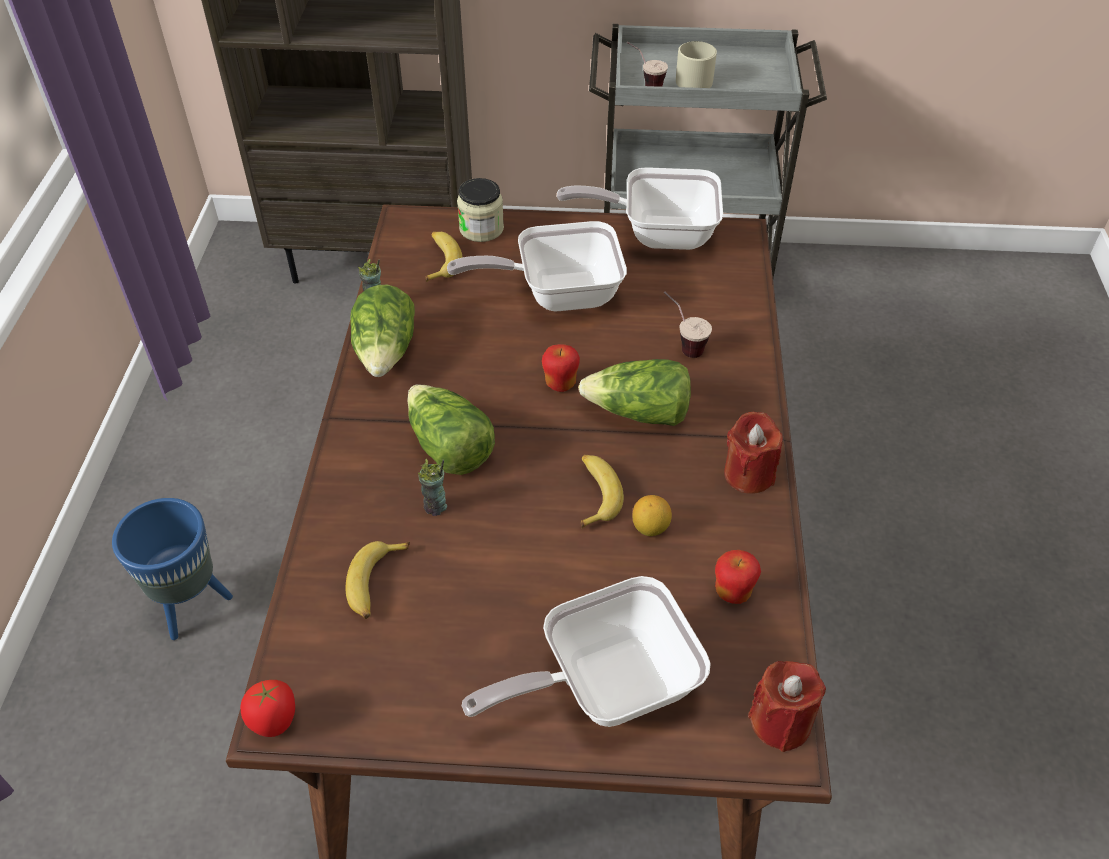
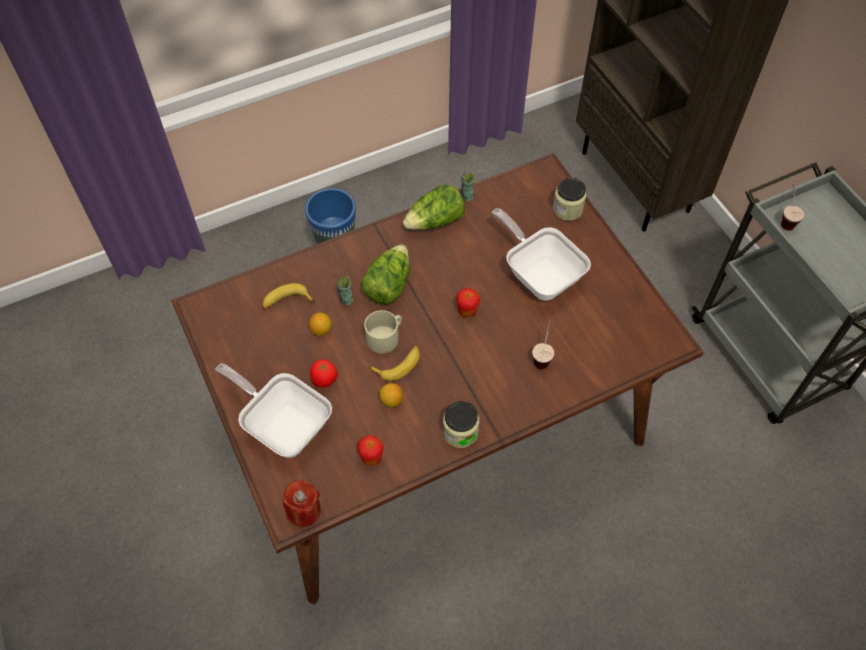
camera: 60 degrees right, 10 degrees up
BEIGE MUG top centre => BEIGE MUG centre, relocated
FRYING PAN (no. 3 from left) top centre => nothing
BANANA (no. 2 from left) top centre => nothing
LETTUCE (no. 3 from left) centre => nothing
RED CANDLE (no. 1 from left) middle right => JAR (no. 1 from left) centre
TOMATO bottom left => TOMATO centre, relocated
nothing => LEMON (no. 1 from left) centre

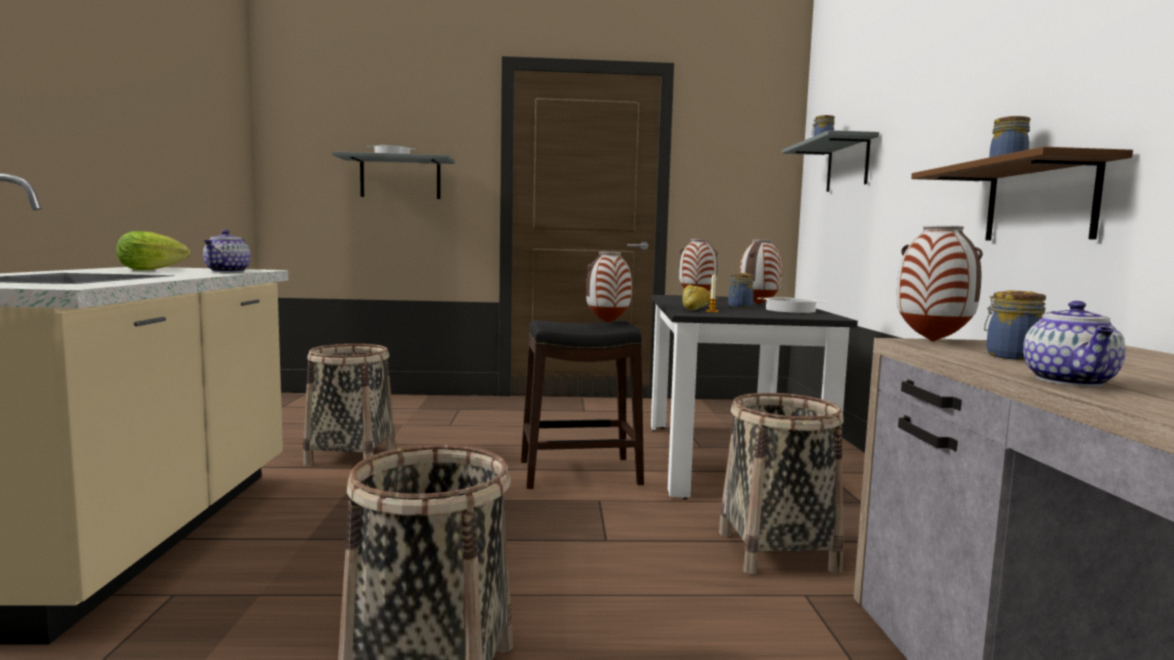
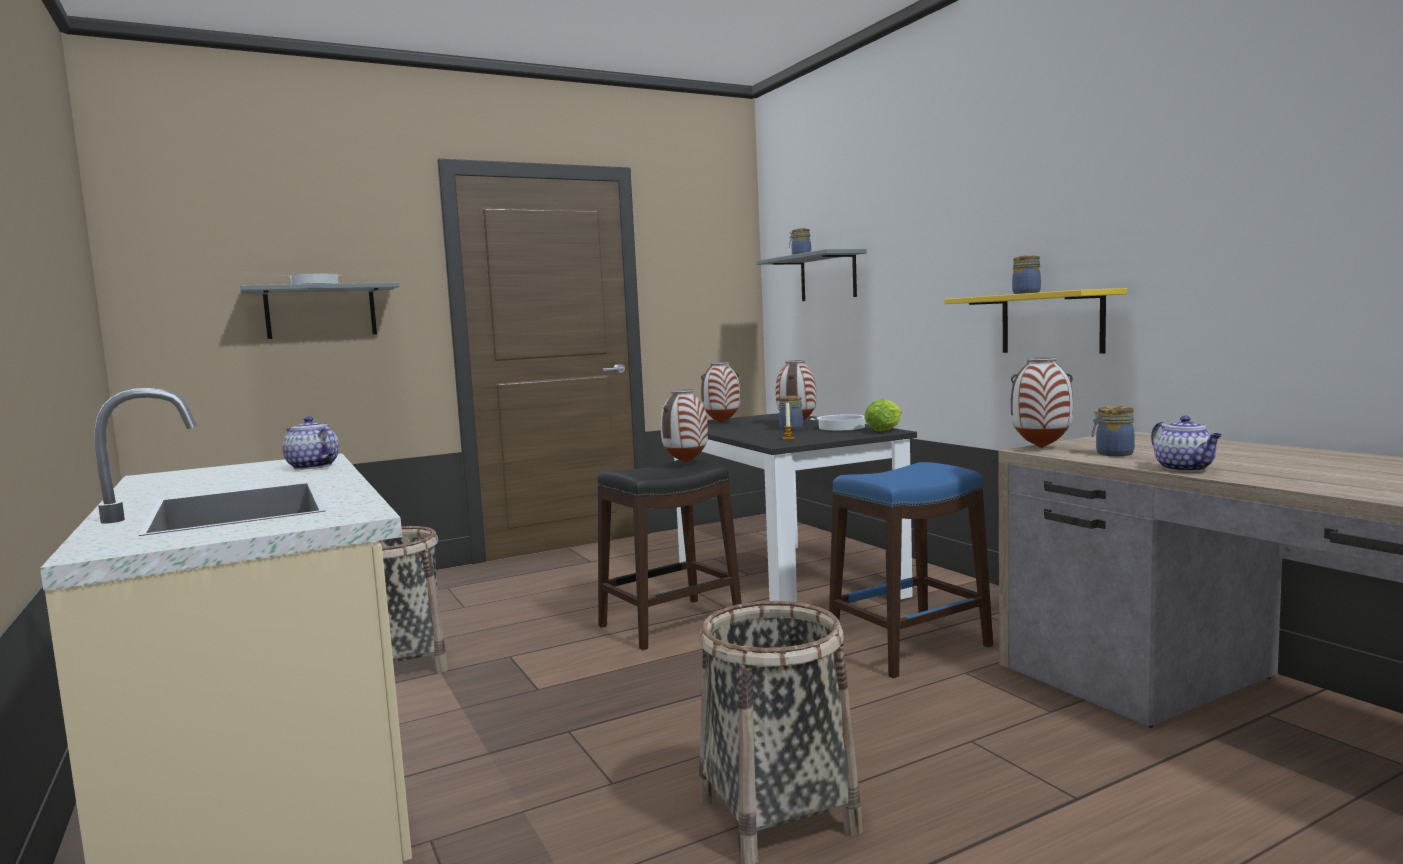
camera: 25 degrees left, 0 degrees up
BROWN SHELF top right => YELLOW SHELF middle right
TEAPOT (no. 1 from left) middle left, 150 degrees clockwise
LETTUCE middle left => LETTUCE centre, relocated
BREAD centre => nothing
BASKET (no. 3 from left) bottom centre => BLUE STOOL centre

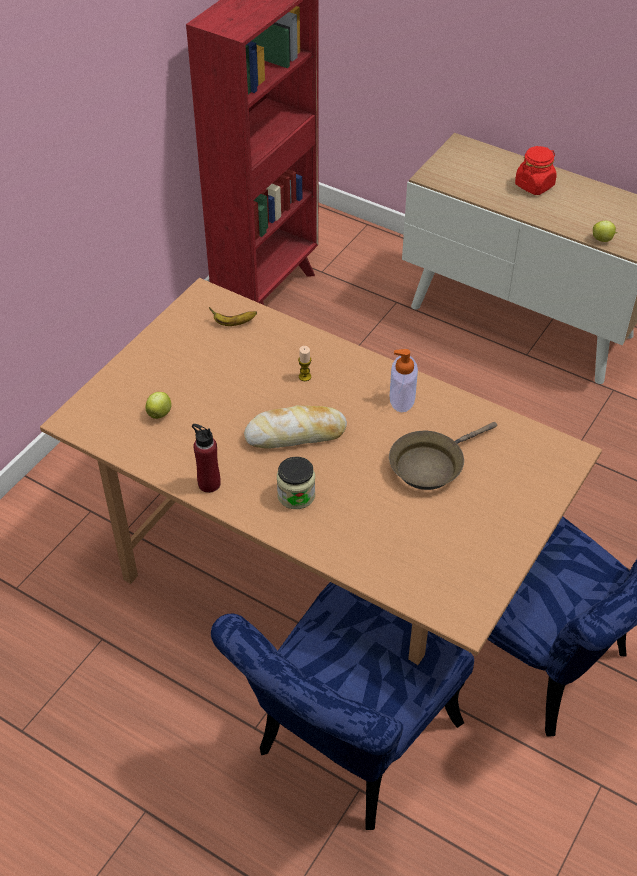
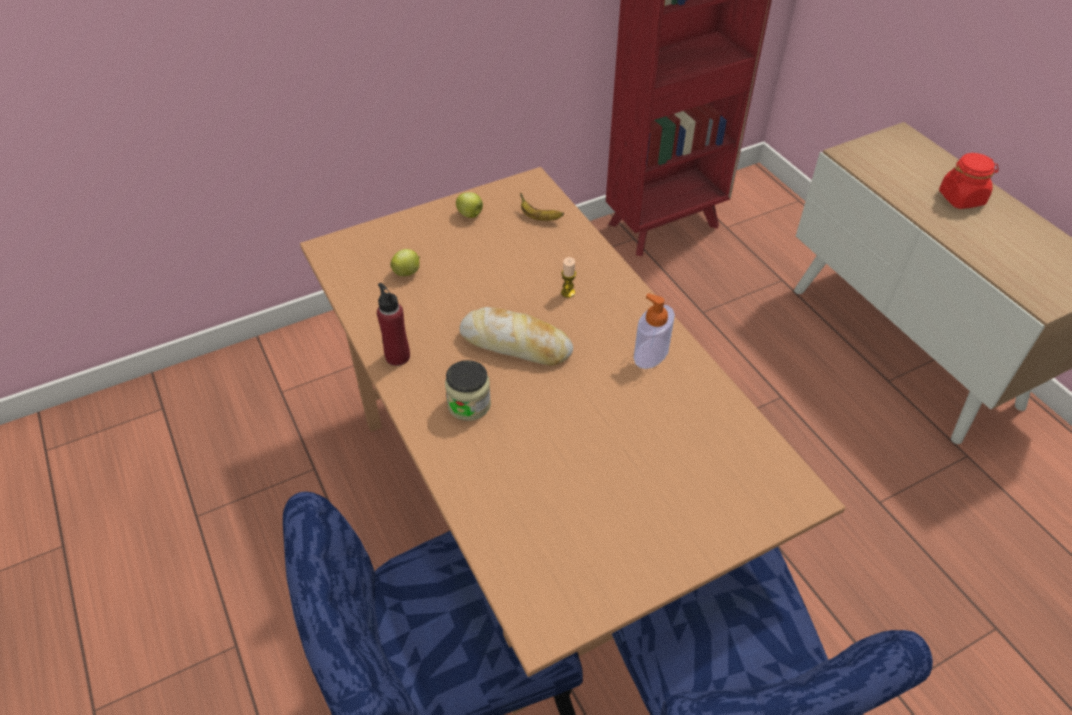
camera: 30 degrees right, 0 degrees up
APPLE (no. 2 from left) top right => APPLE (no. 2 from left) top centre, relocated
BROWN FRYING PAN middle right => nothing

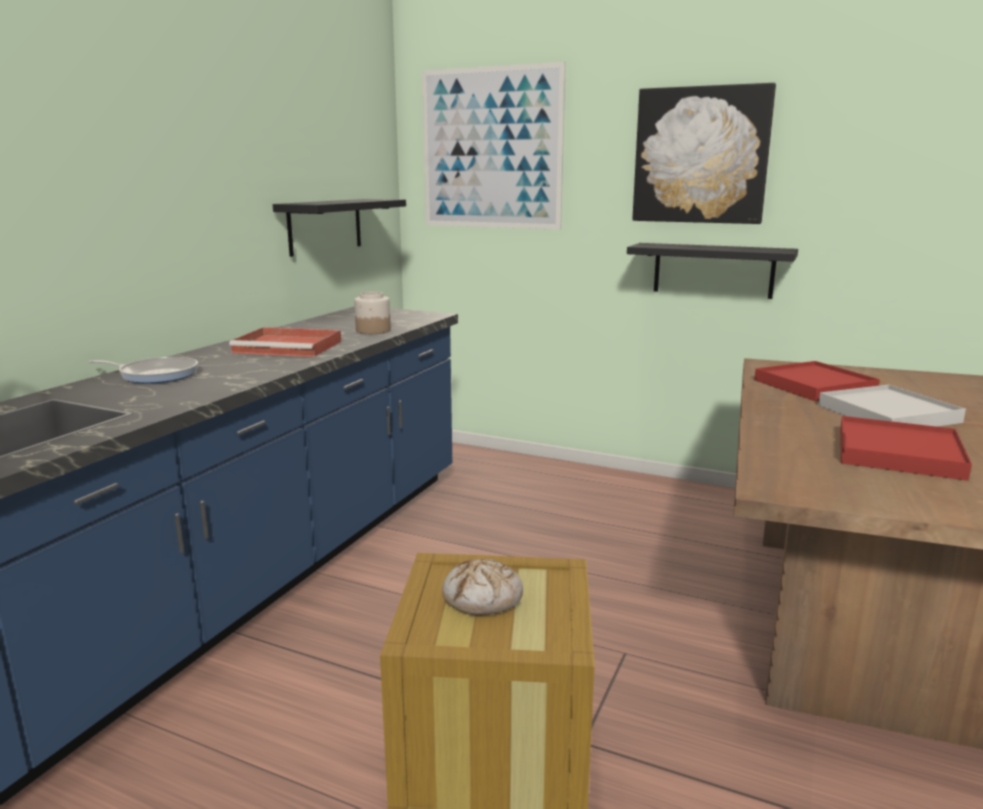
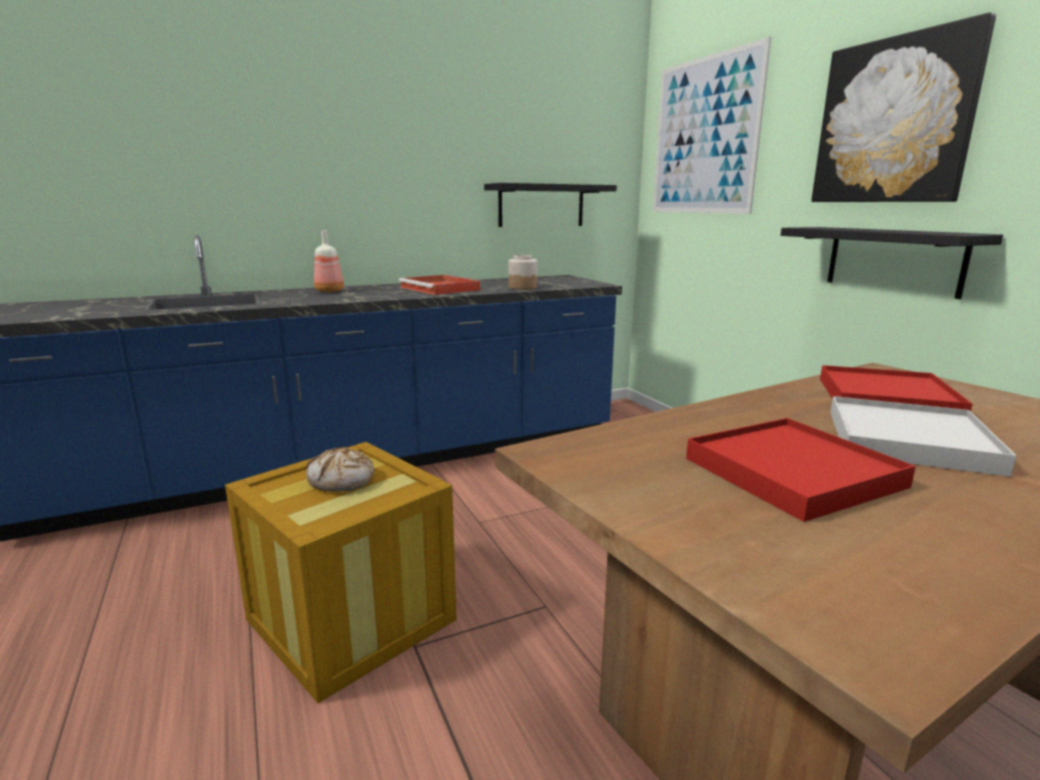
camera: 40 degrees right, 0 degrees up
FRYING PAN middle left => BOTTLE middle left

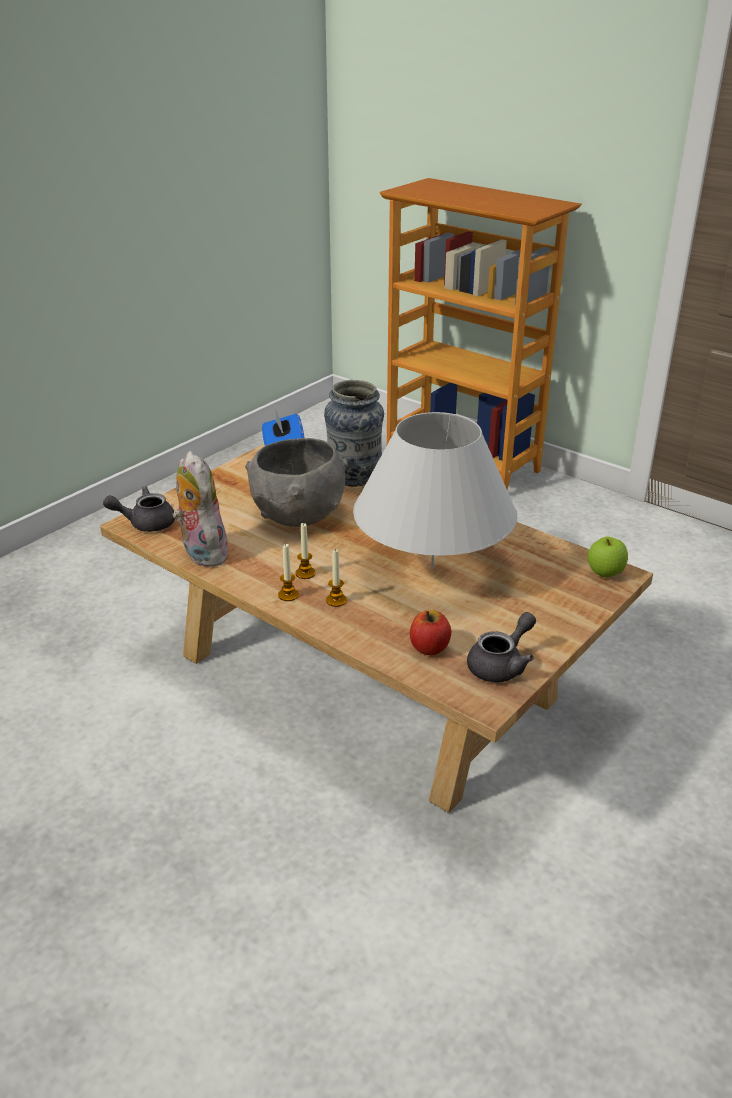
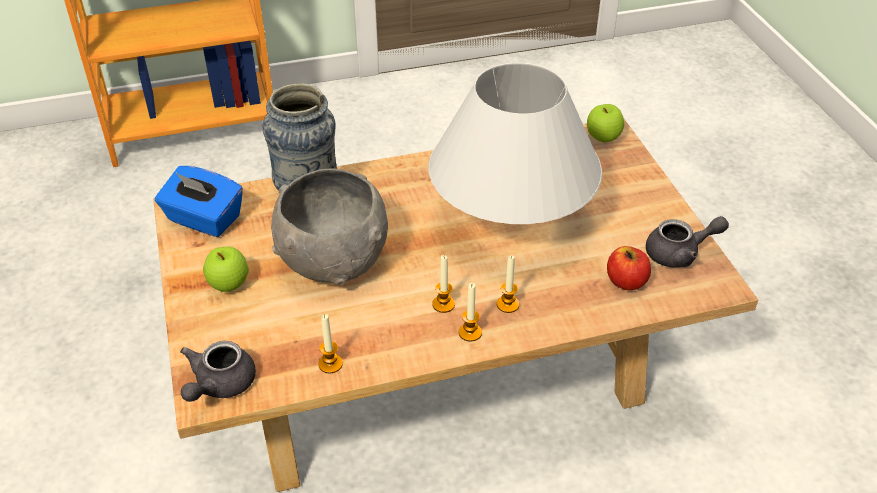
camera: 55 degrees left, 10 degrees up
PLUSH TOY middle left => CANDLE (no. 1 from left) bottom centre
GREY TEAPOT (no. 2 from left) middle right, 90 degrees clockwise
nothing => APPLE (no. 1 from left) middle left

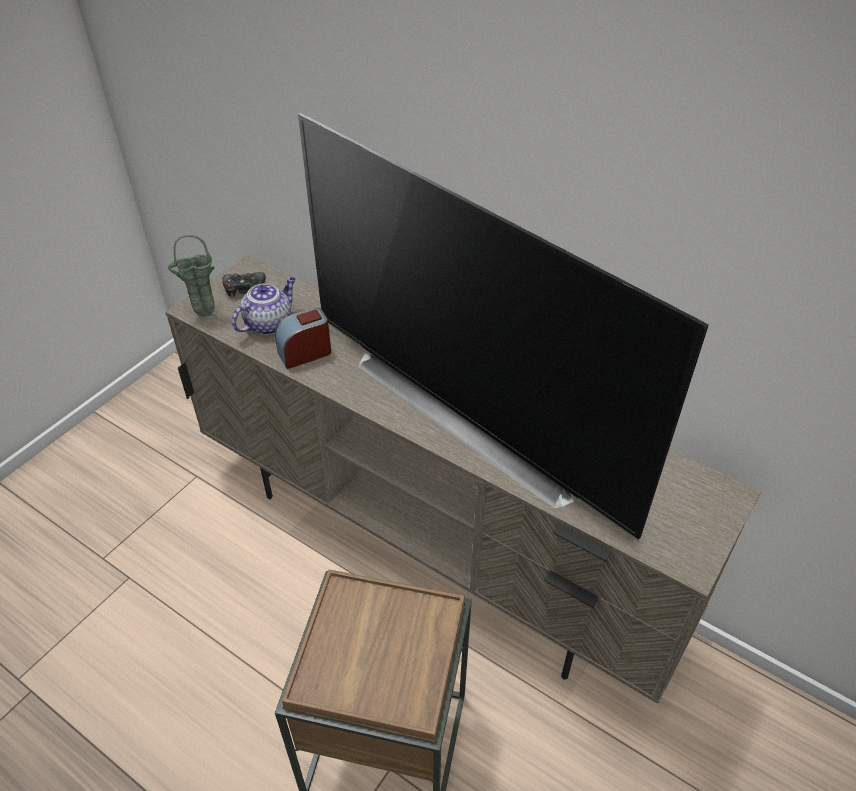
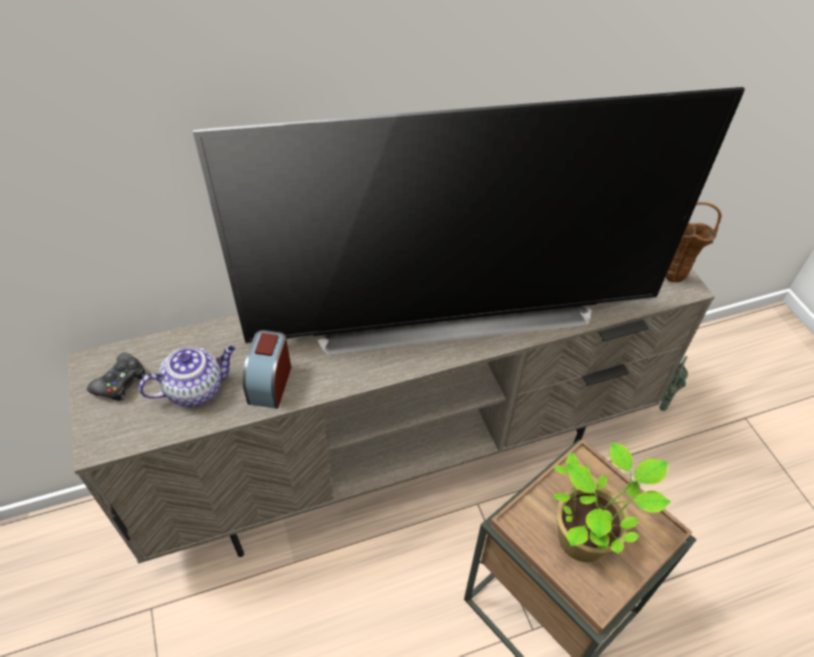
camera: 55 degrees left, 5 degrees up
GREEN VASE middle left => GREEN VASE middle right, relocated
TEAPOT middle left, 75 degrees clockwise
nothing => BROWN VASE middle right
nothing => POTTED PLANT bottom right

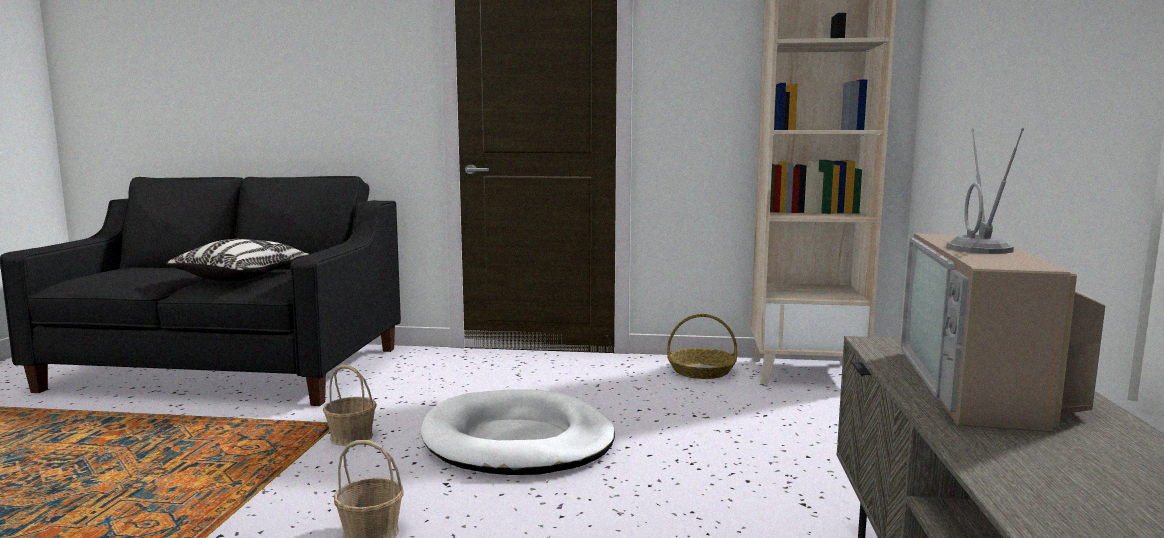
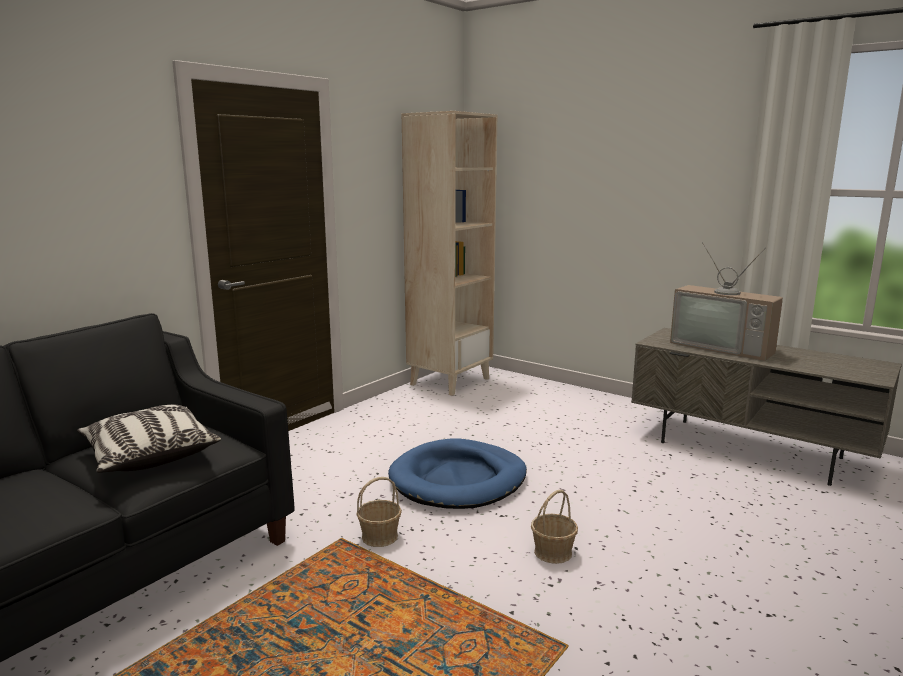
camera: 60 degrees left, 5 degrees up
BASKET (no. 3 from left) centre => nothing
WHITE DOG BED bottom centre => BLUE DOG BED bottom centre

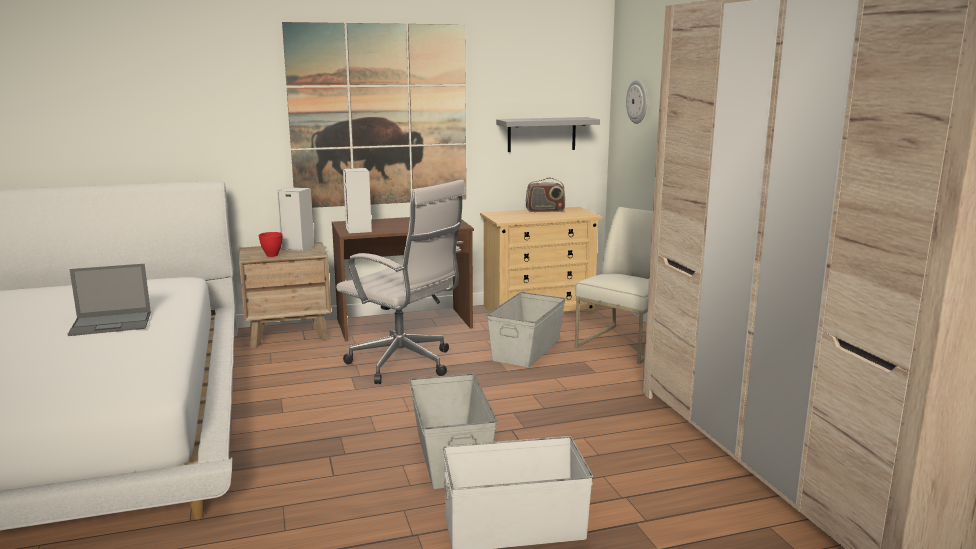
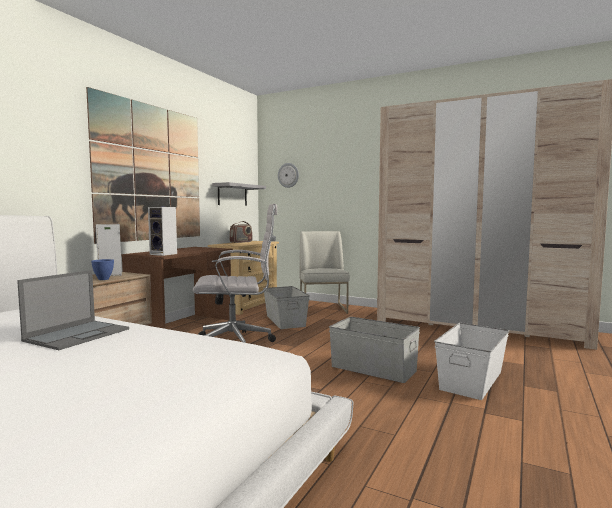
camera: 45 degrees left, 10 degrees down
RED BOWL middle left => BLUE BOWL middle left

